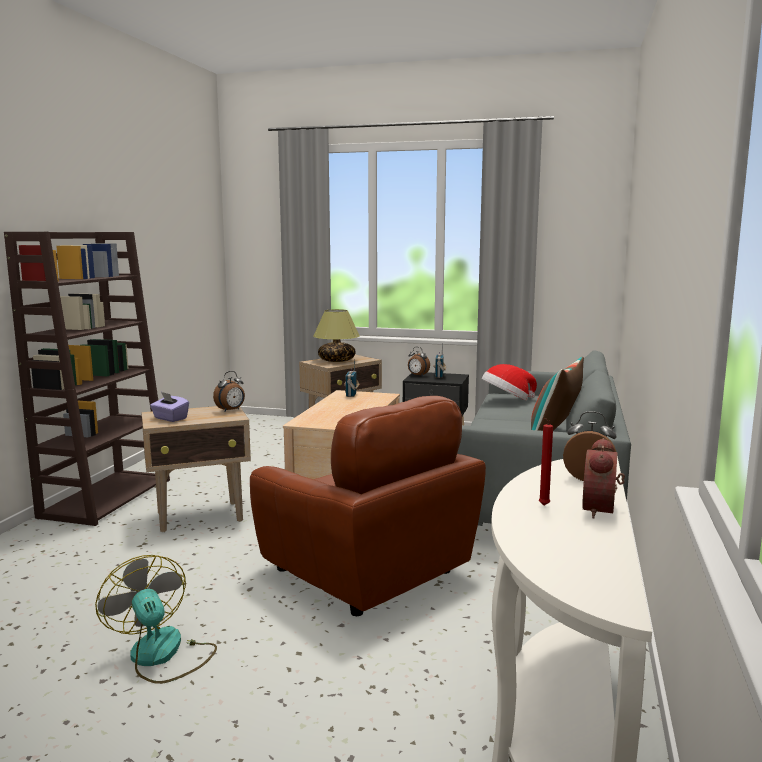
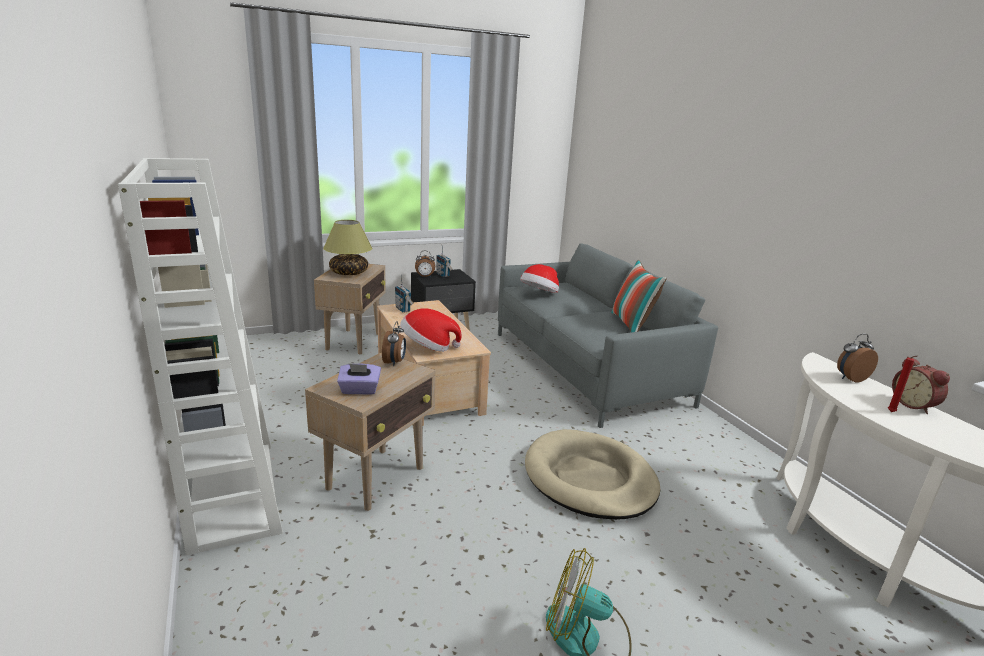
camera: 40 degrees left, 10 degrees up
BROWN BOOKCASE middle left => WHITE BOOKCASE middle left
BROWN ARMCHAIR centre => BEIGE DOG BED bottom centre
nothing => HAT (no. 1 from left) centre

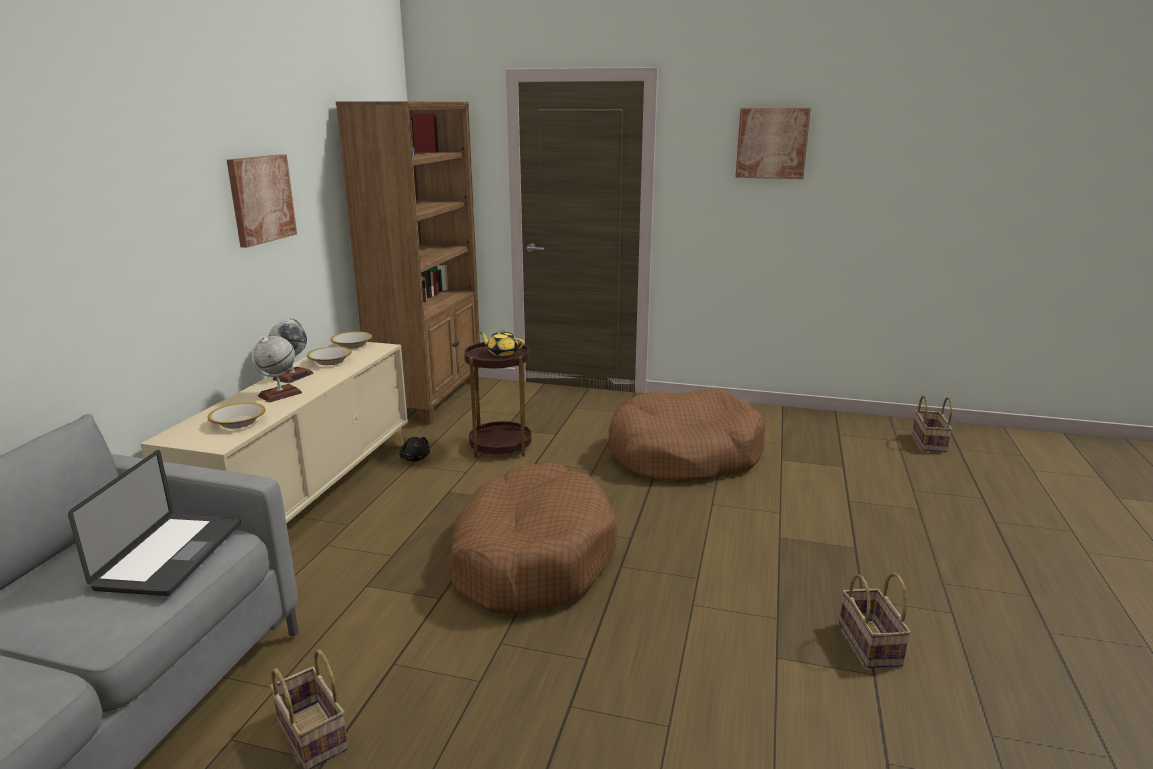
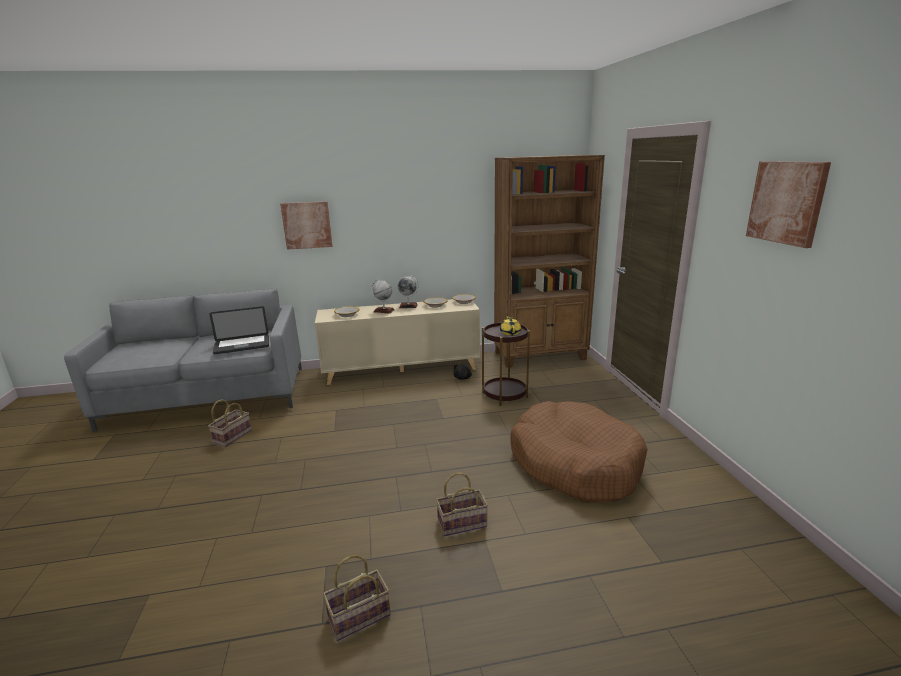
camera: 65 degrees right, 0 degrees up
PICTURE (no. 1 from left) top left => PICTURE (no. 1 from left) top centre, relocated
BASKET (no. 3 from left) middle right => BASKET (no. 3 from left) bottom centre, relocated
BROWN DOG BED (no. 1 from left) bottom centre => nothing

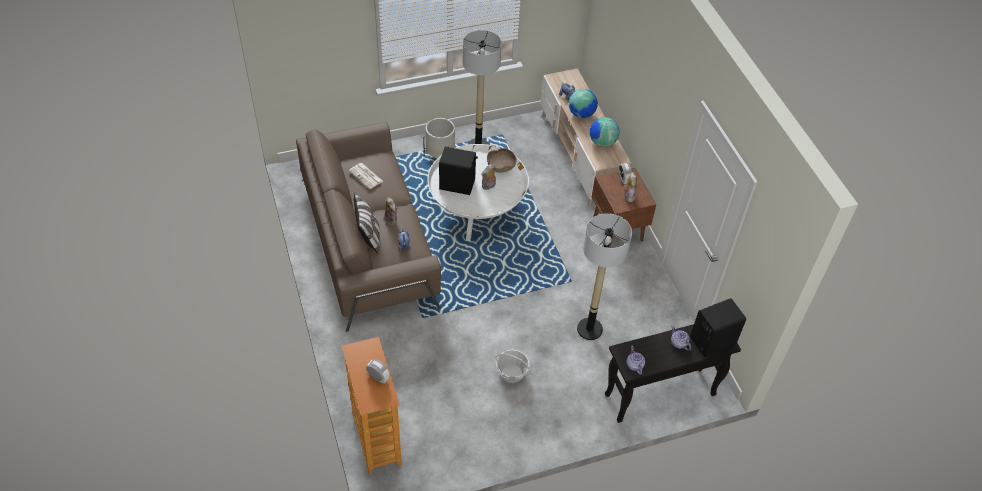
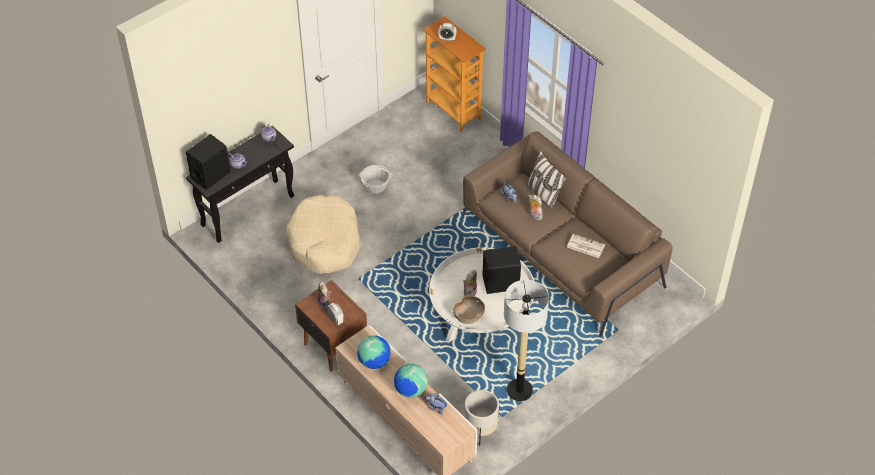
camera: 160 degrees right, 0 degrees up
WHITE PLANTER top centre => WHITE PLANTER bottom centre, relocated
FLOOR LAMP (no. 2 from left) centre => BEIGE DOG BED centre

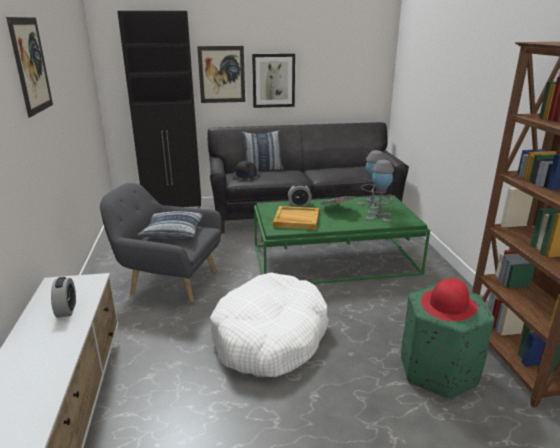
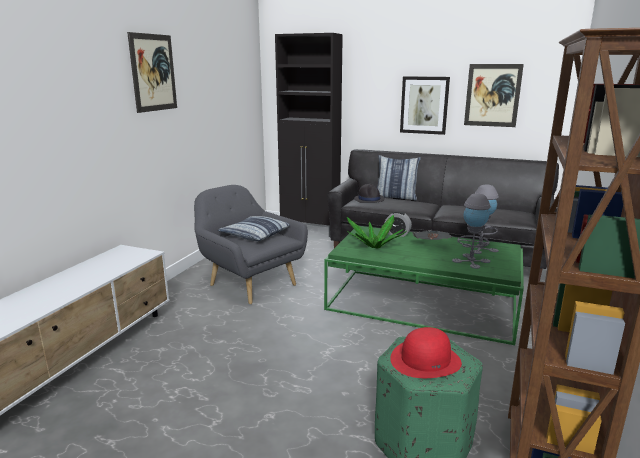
camera: 30 degrees right, 5 degrees down
PICTURE (no. 2 from left in the first image) top centre => PICTURE (no. 3 from left) top right, relocated
BEIGE TRAY centre => POTTED PLANT centre
WHITE DOG BED bottom centre => nothing
ALARM CLOCK (no. 1 from left) middle left => nothing

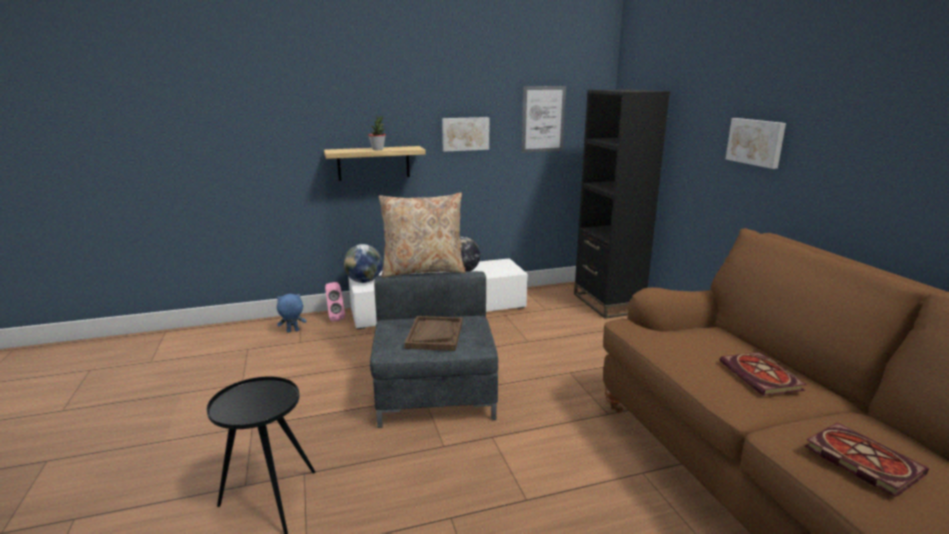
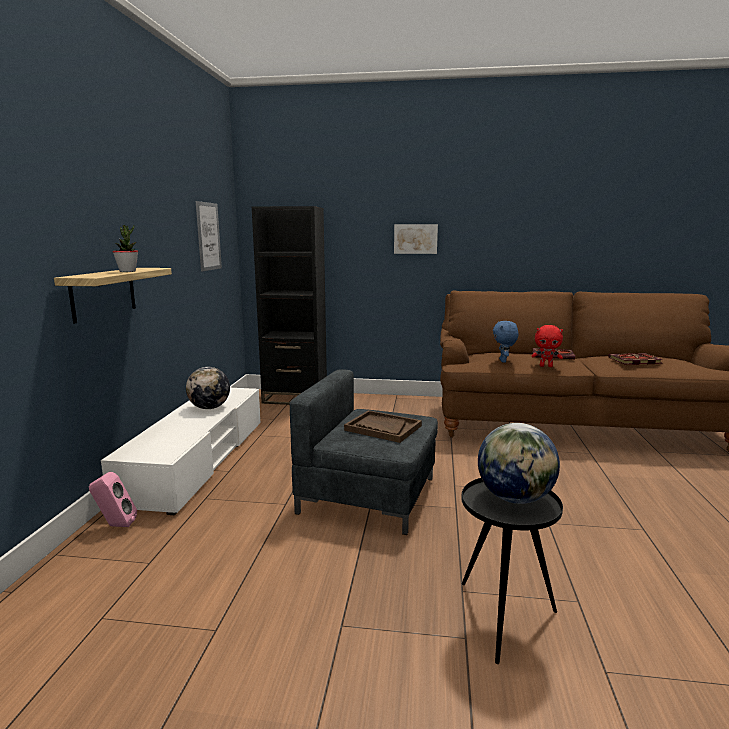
camera: 65 degrees left, 5 degrees down
PICTURE (no. 1 from left) top centre => nothing
BEIGE PILLOW centre => nothing
GLOBE (no. 1 from left in the first image) centre => GLOBE (no. 2 from left) middle right, relocated
BLUE PLUSH TOY middle left => BLUE PLUSH TOY middle right, relocated
nothing => RED PLUSH TOY middle right

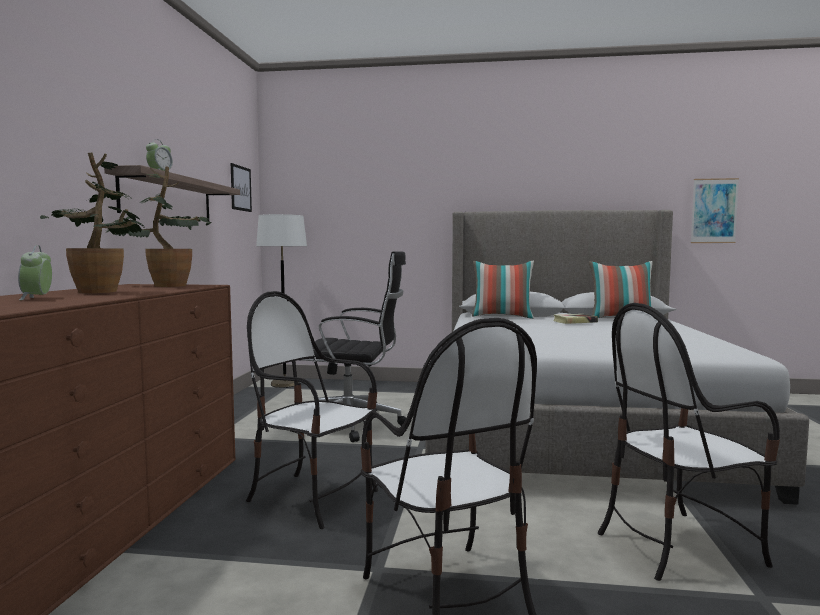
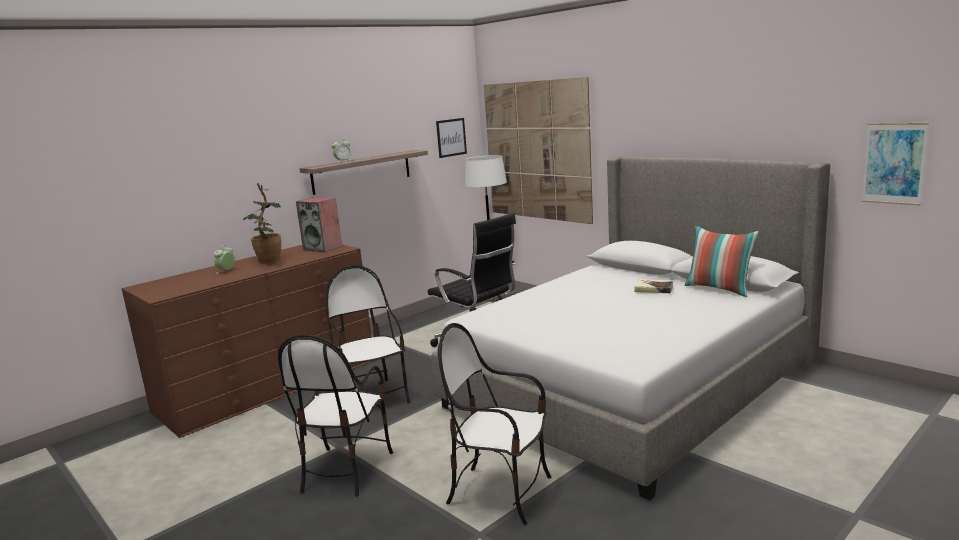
camera: 40 degrees right, 10 degrees up
POTTED PLANT (no. 2 from left) middle left => SPEAKER middle left
PILLOW (no. 1 from left) centre => nothing
nothing => PICTURE (no. 2 from left) top centre

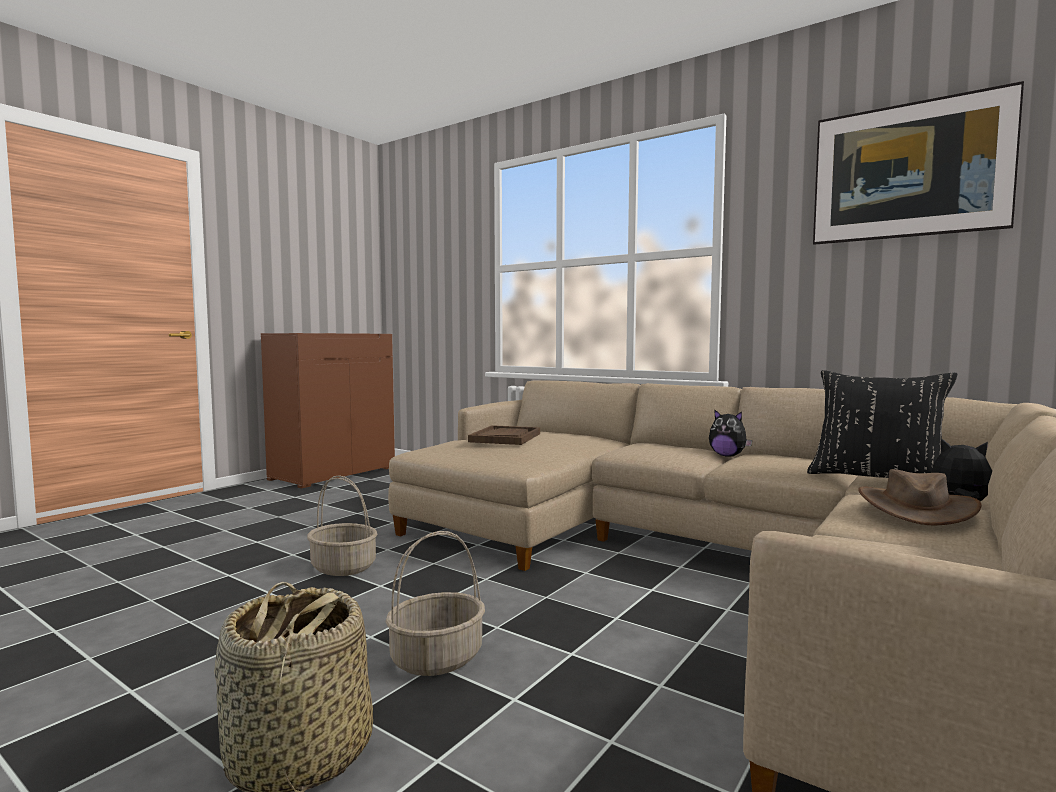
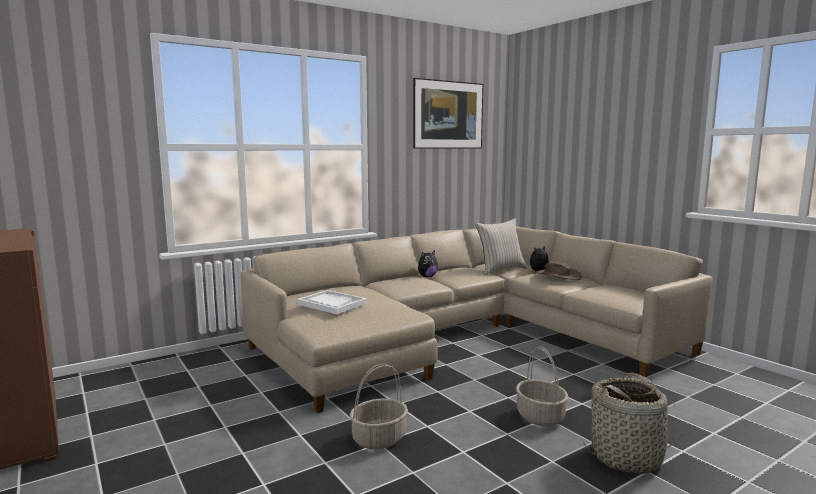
camera: 70 degrees left, 5 degrees up
BLACK PILLOW middle right => BEIGE PILLOW centre
BROWN TRAY centre => WHITE TRAY centre

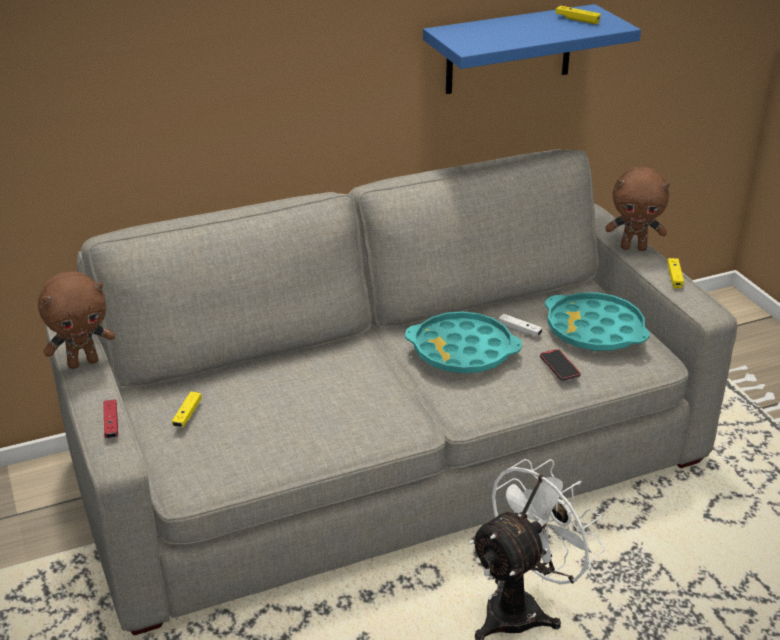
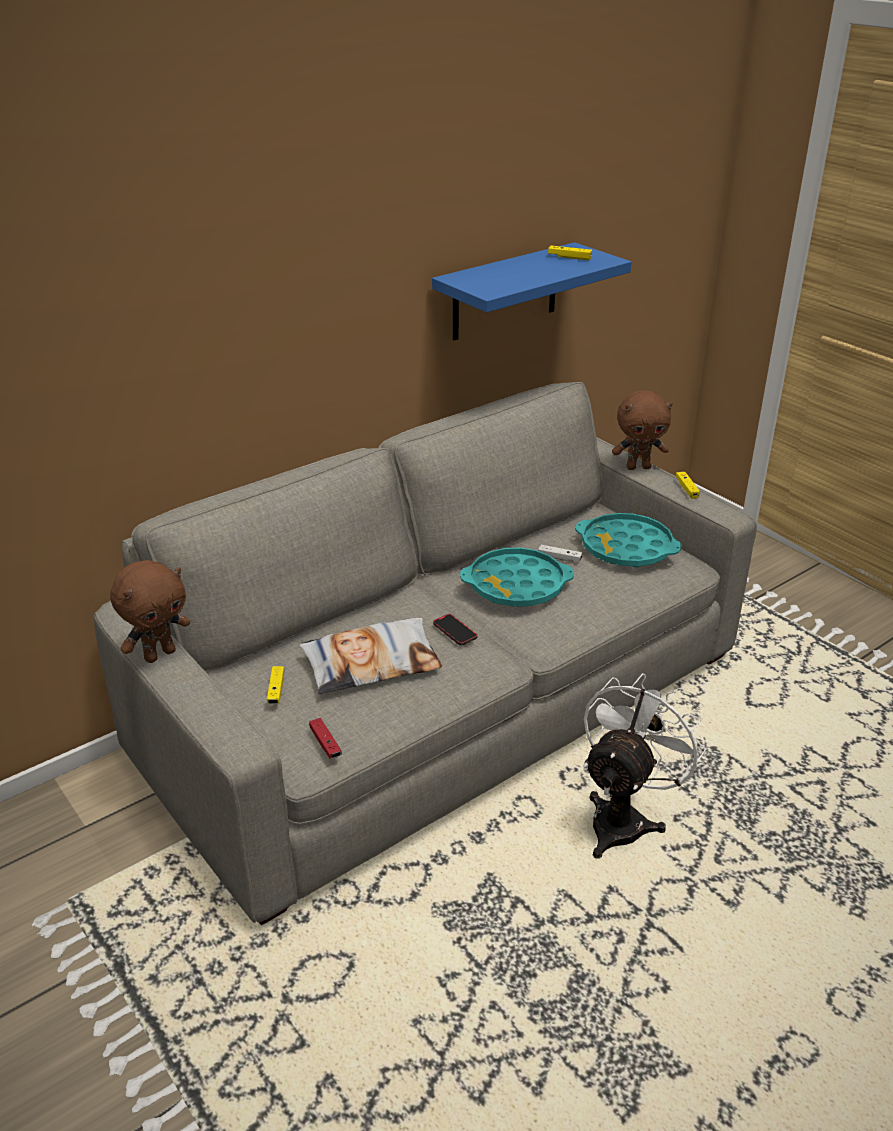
camera: 15 degrees left, 0 degrees up
PHONE middle right => PHONE centre, relocated
RED GAME CONTROLLER middle left => RED GAME CONTROLLER centre, relocated
nothing => PILLOW centre

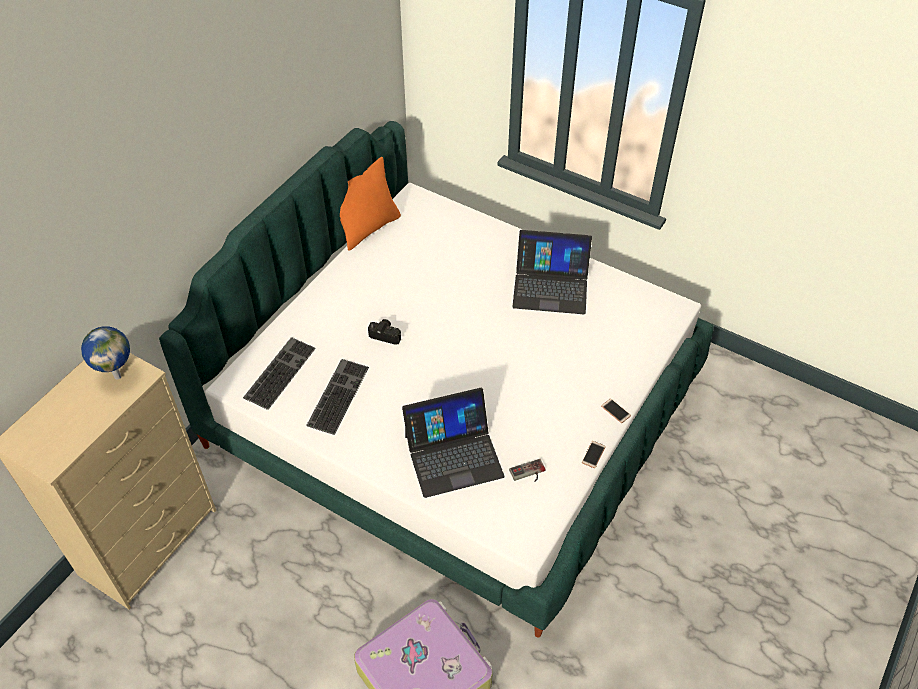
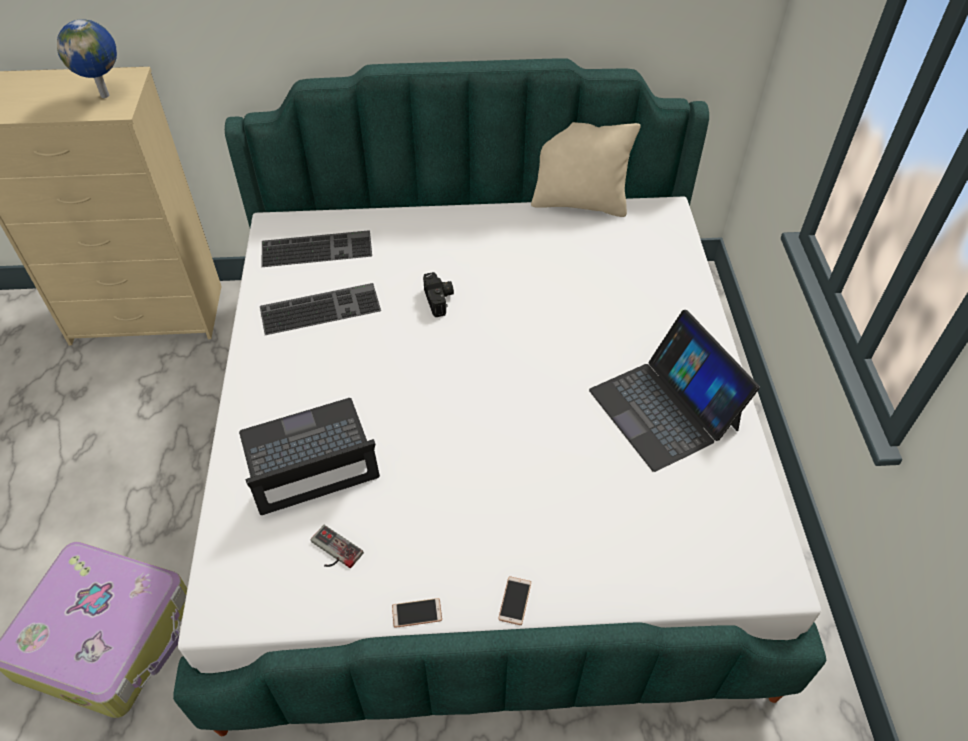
camera: 55 degrees right, 0 degrees up
ORANGE PILLOW top centre => BEIGE PILLOW top centre
LAPTOP (no. 1 from left) centre => LAPTOP (no. 1 from left) middle left, 120 degrees clockwise

